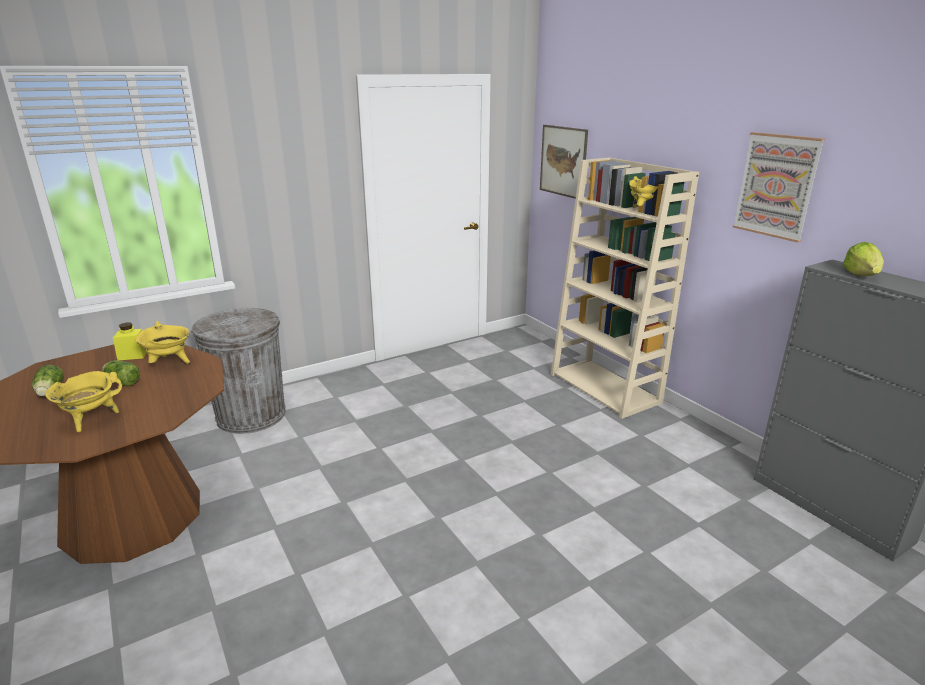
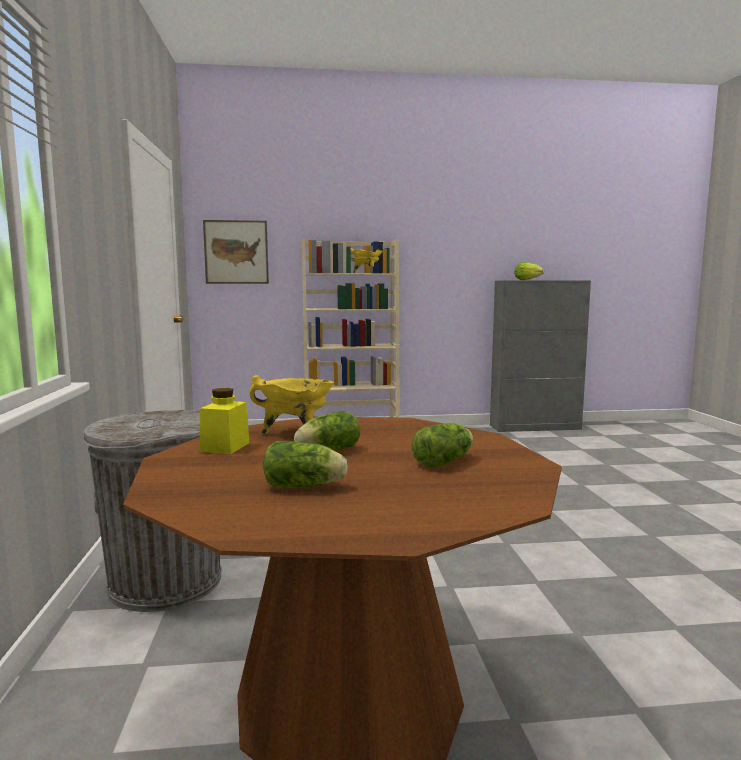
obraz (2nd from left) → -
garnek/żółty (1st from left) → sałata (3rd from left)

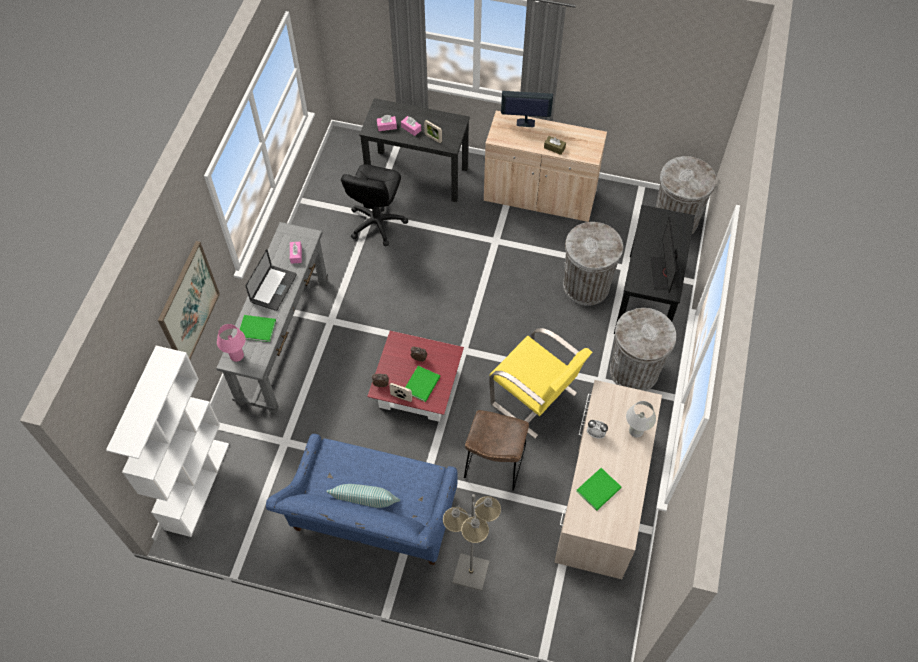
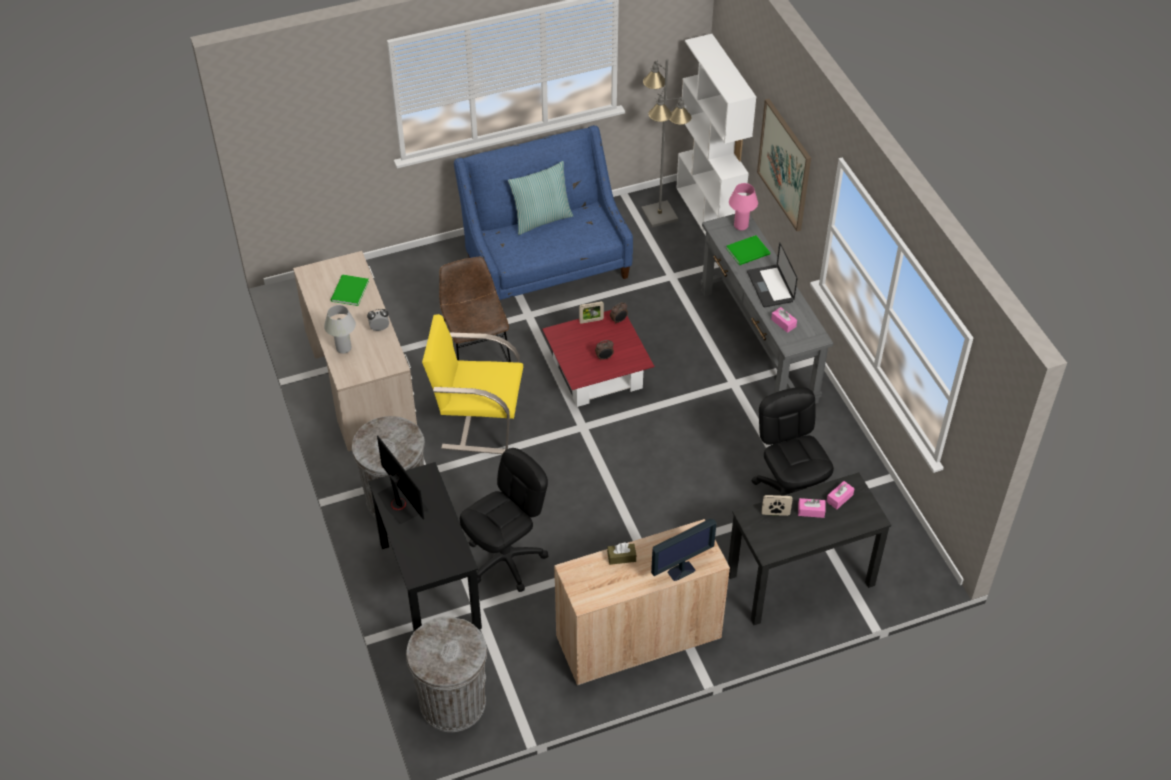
kosz na śmieci/szary (1st from left) → krzesło biurowe/czarny (1st from left)
książka/zielony (2nd from left) → -
lampa stojąca/szary, move

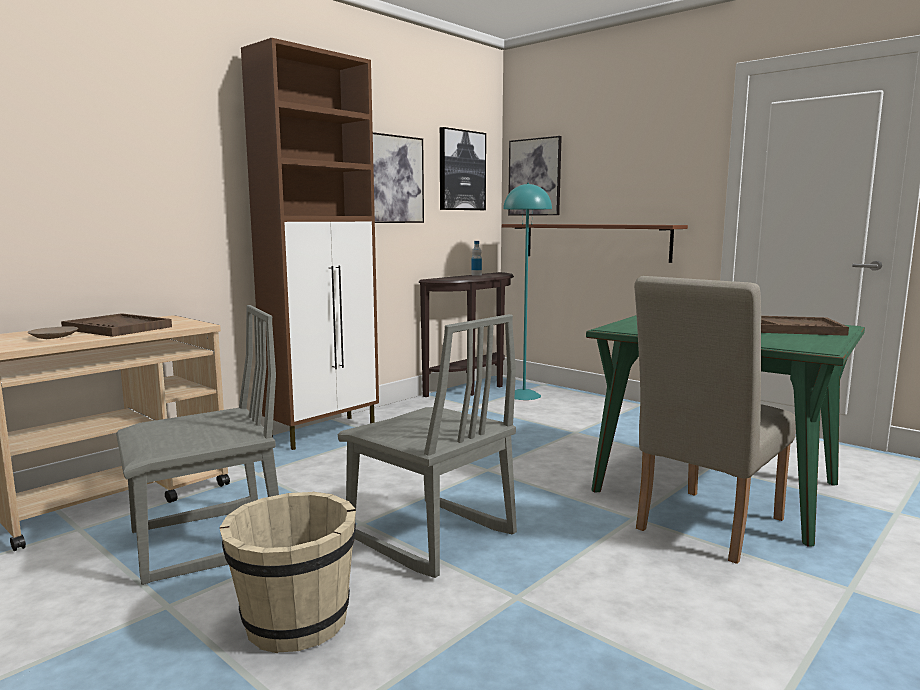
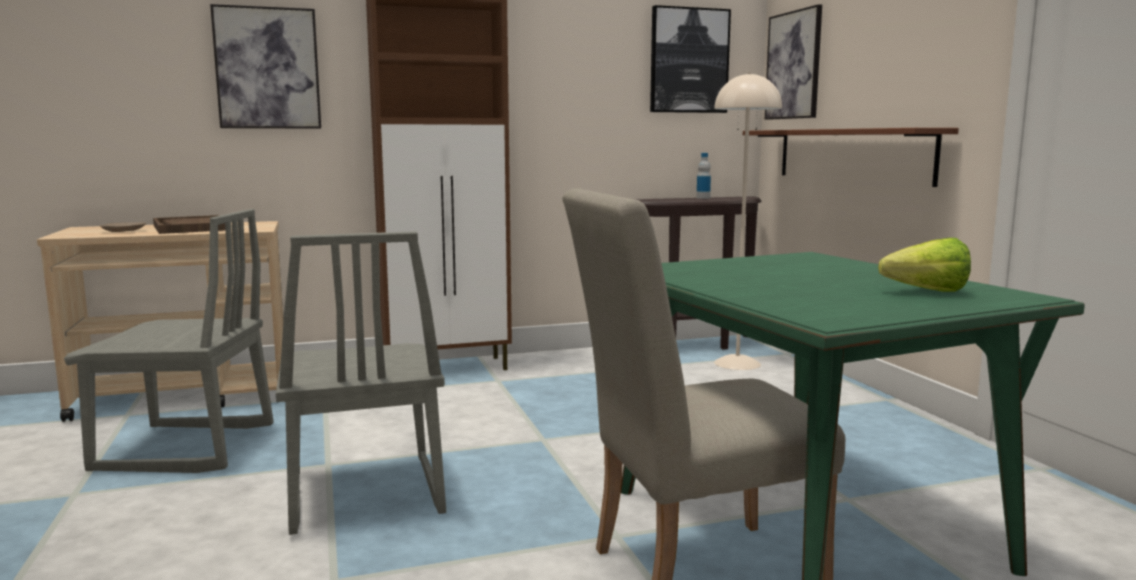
obraz (1st from left), move
lampa stojąca/turkusowy → lampa stojąca/beżowy
taca/brązowy (2nd from left) → sałata
wiadro/beżowy → -

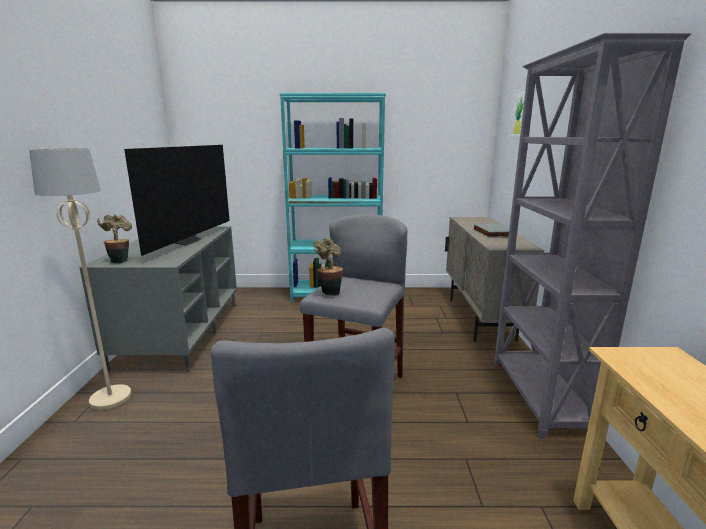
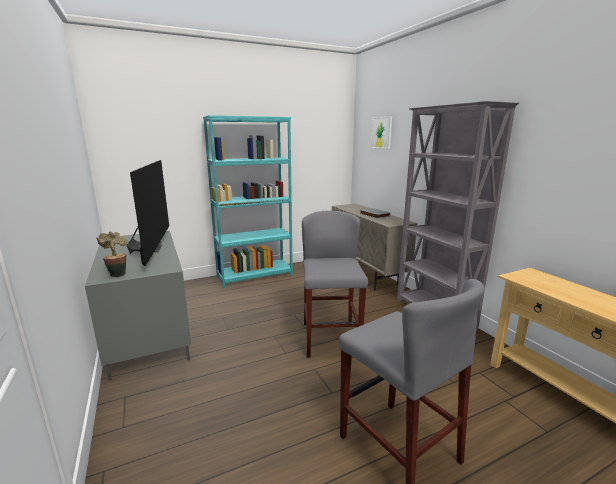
lampa stojąca/beżowy → -
roślina doniczkowa (2nd from left) → -

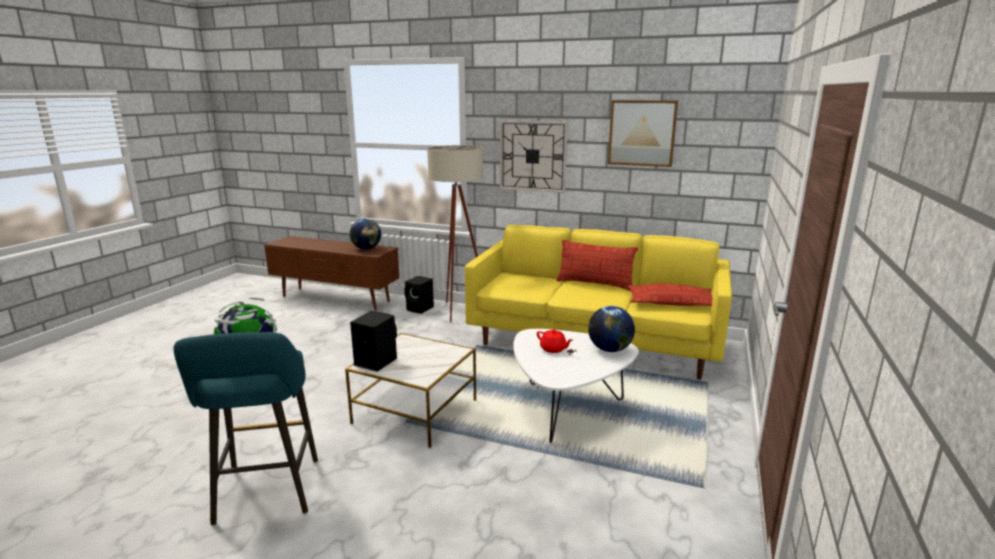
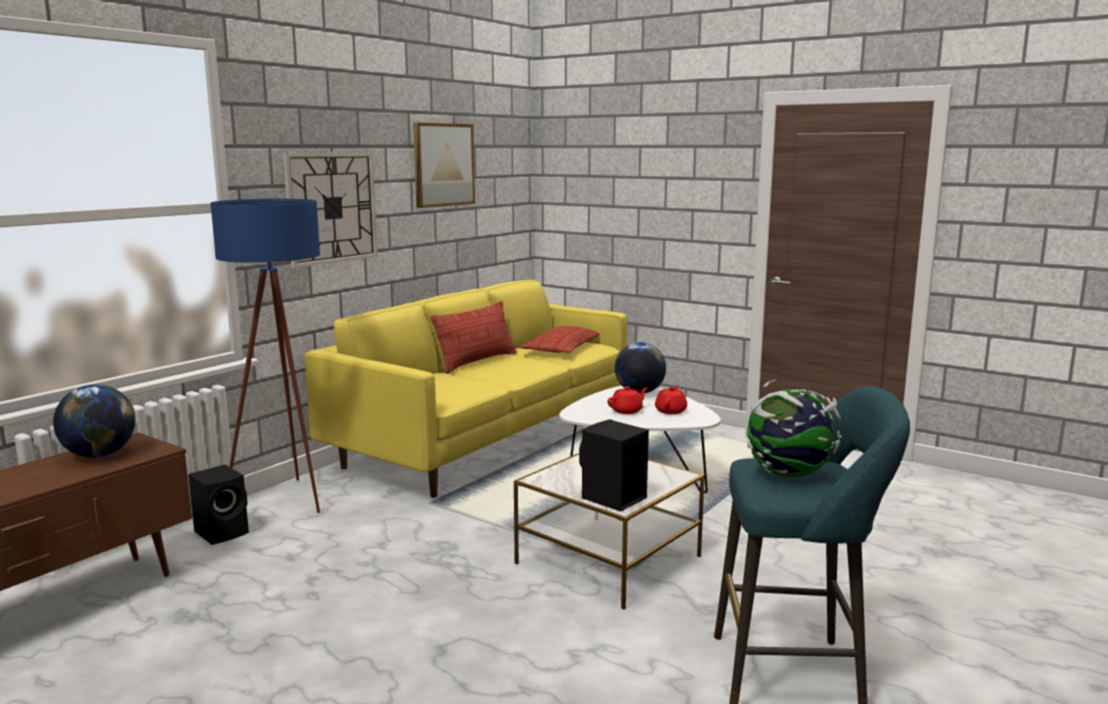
lampa stojąca/beżowy → lampa stojąca/niebieski
- → imbryk/czerwony (2nd from left)

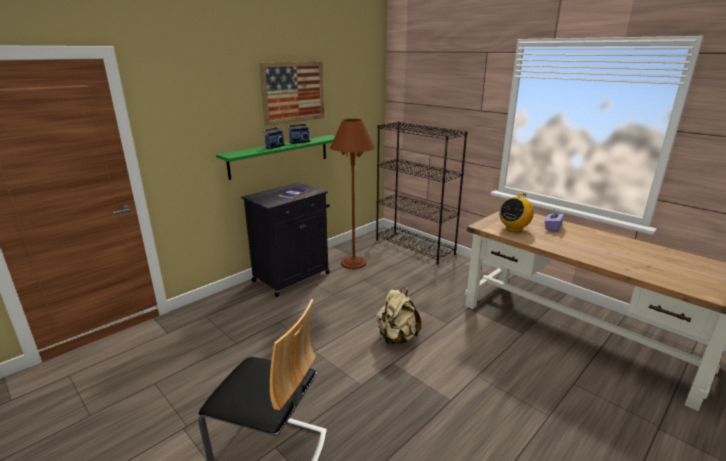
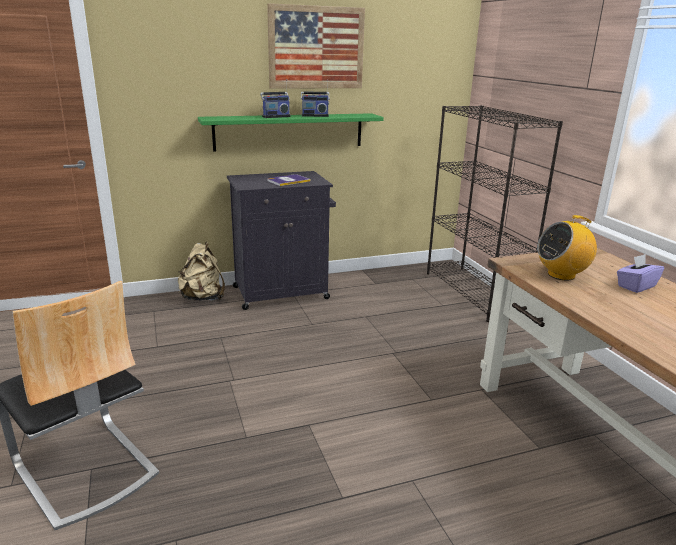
lampa stojąca/brązowy → -
plecak/beżowy, move

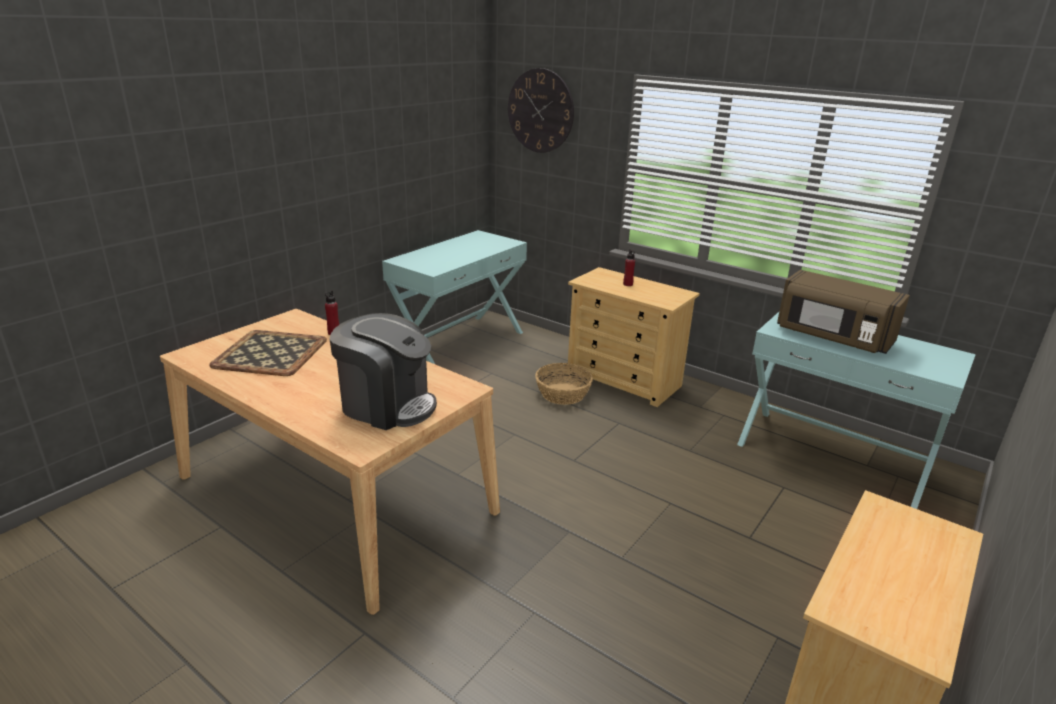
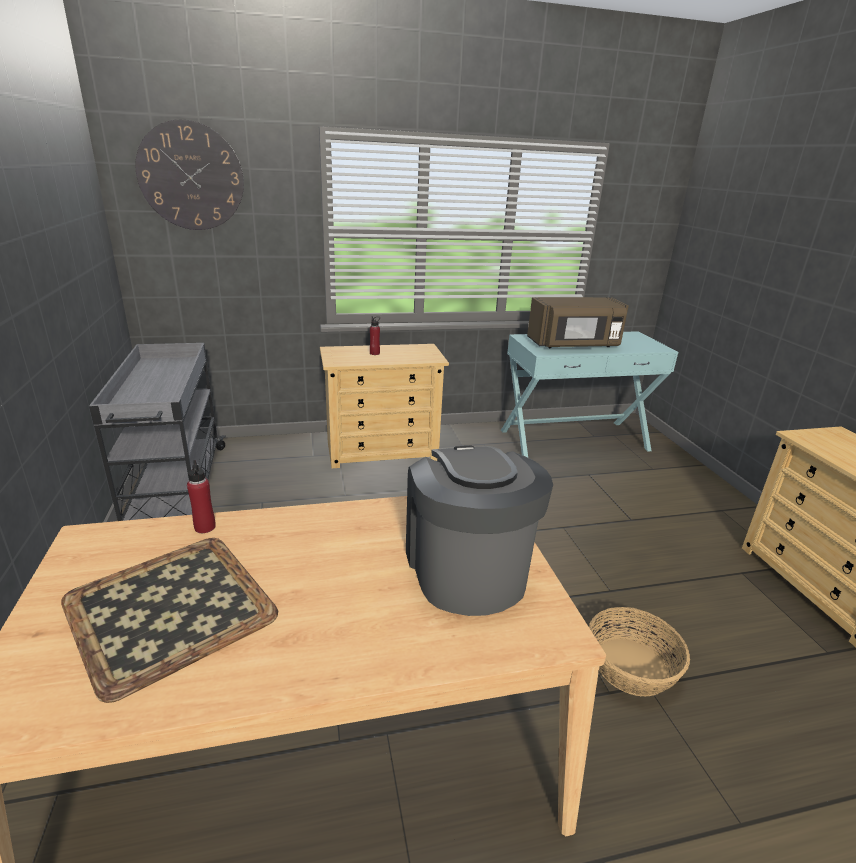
stolik konsolowy/turkusowy (1st from left) → wózek/szary
ekspres do kawy, 75 degrees counterclockwise
koszyk, move

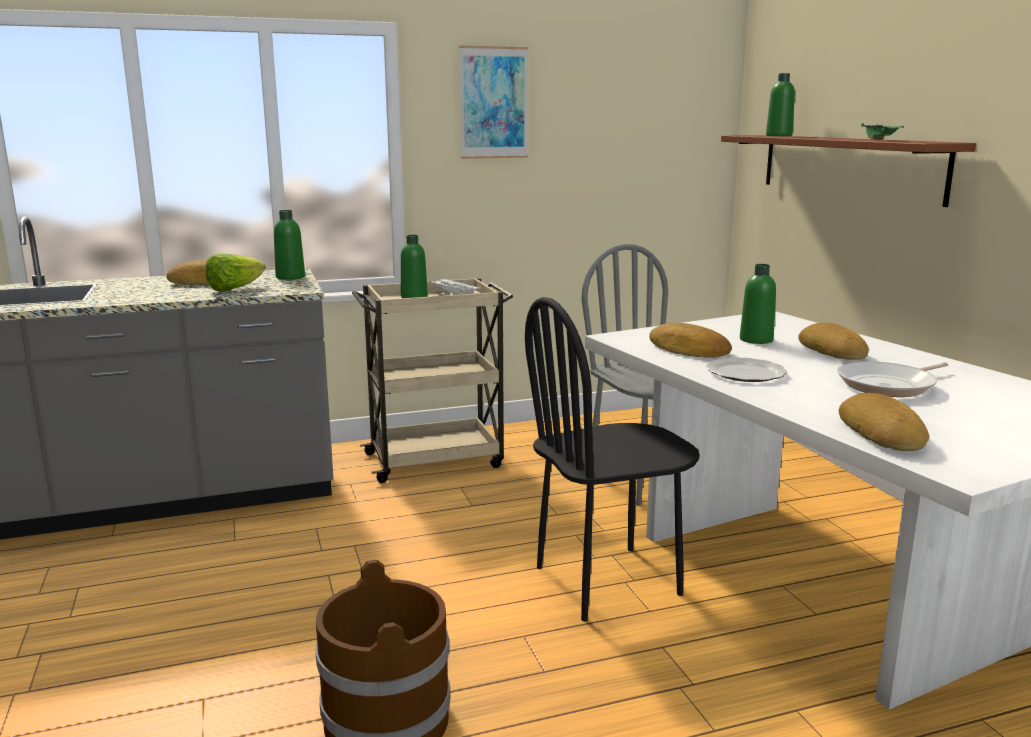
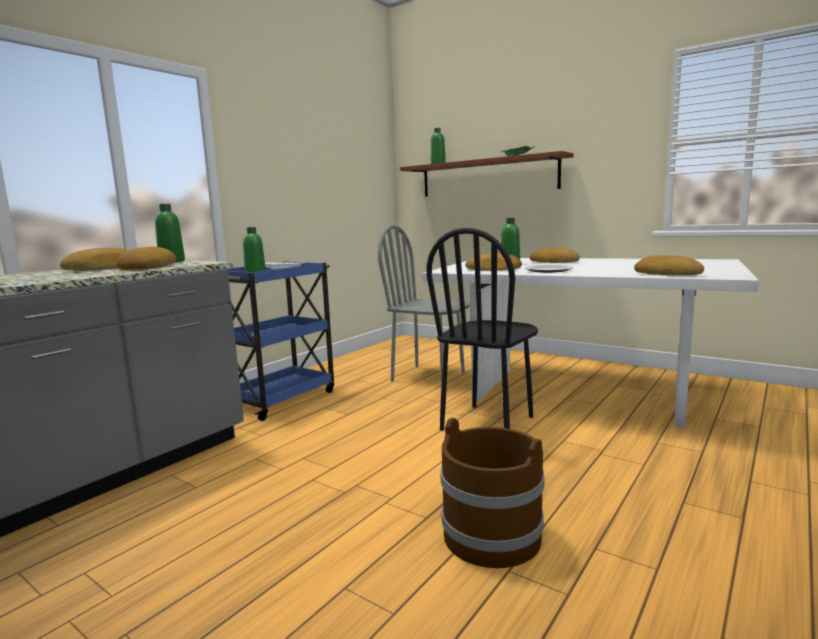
obraz → -
sałata → chleb (2nd from left)
wózek/beżowy → wózek/niebieski
patelnia → -

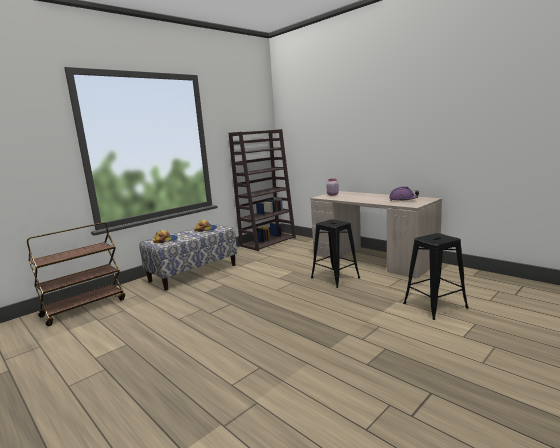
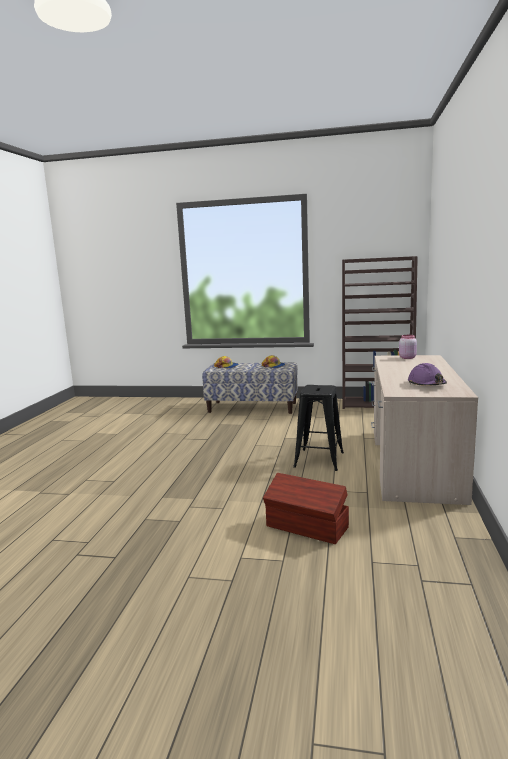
wózek/brązowy → -
stołek/czarny (2nd from left) → pojemnik do przechowywania/brązowy

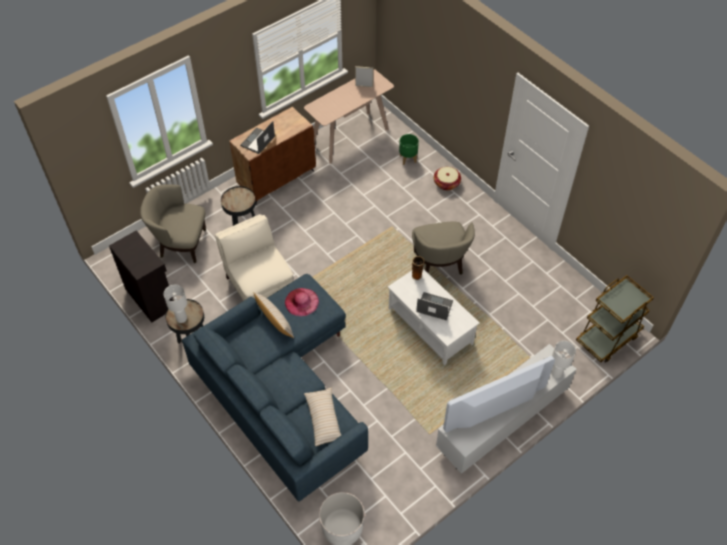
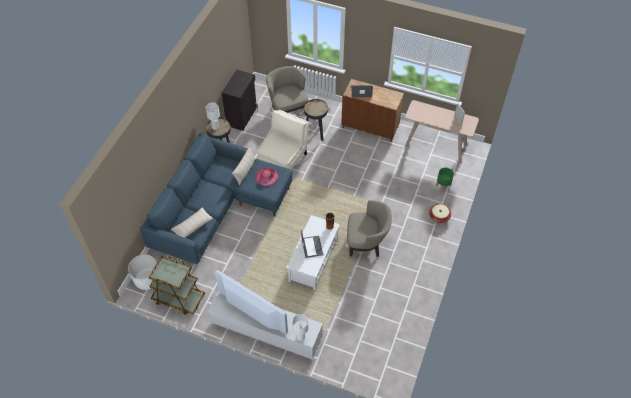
fotel/beżowy (3rd from left), 135 degrees counterclockwise
wózek/brązowy, move

